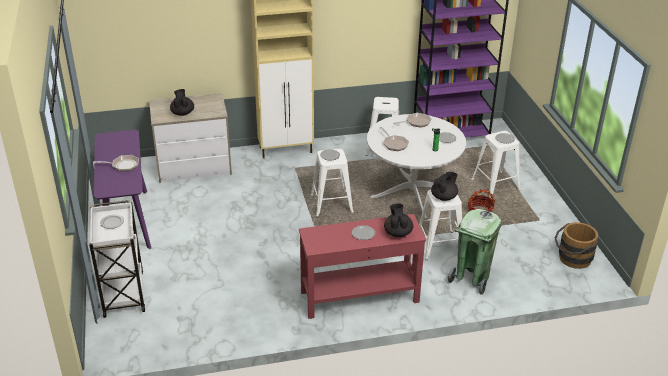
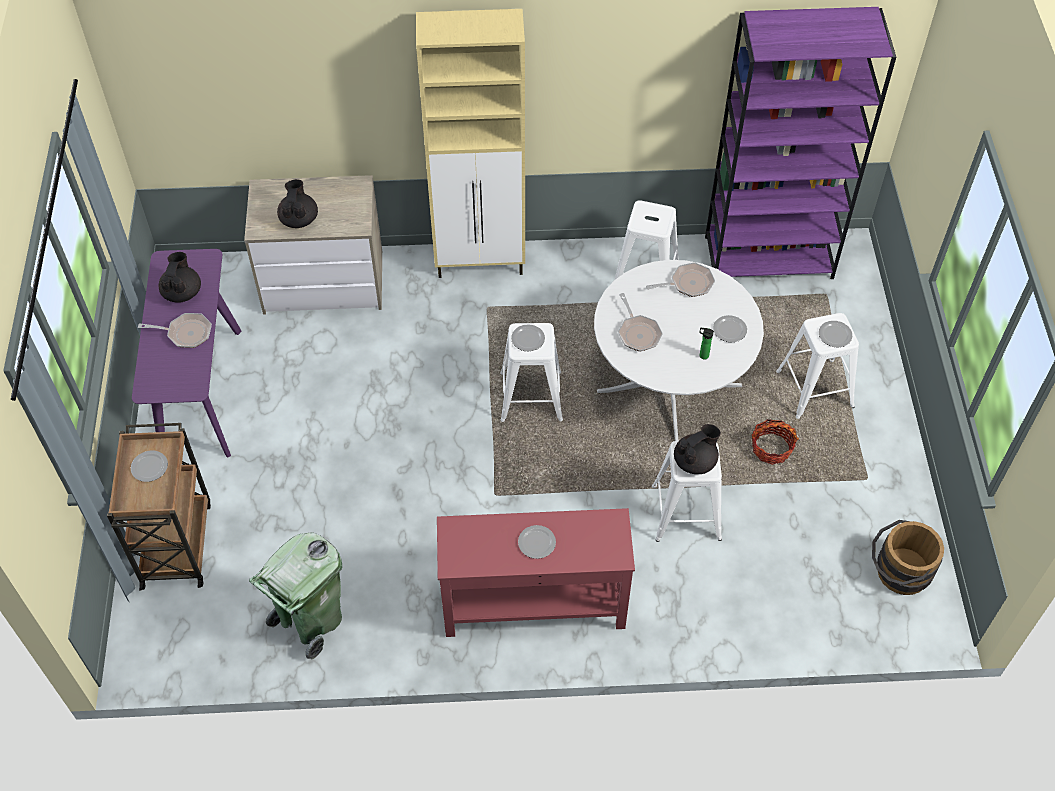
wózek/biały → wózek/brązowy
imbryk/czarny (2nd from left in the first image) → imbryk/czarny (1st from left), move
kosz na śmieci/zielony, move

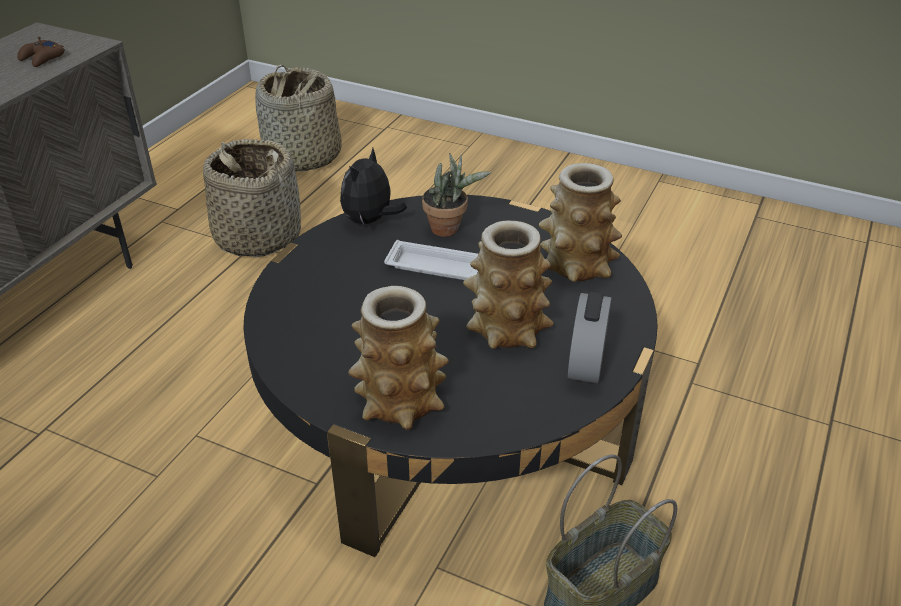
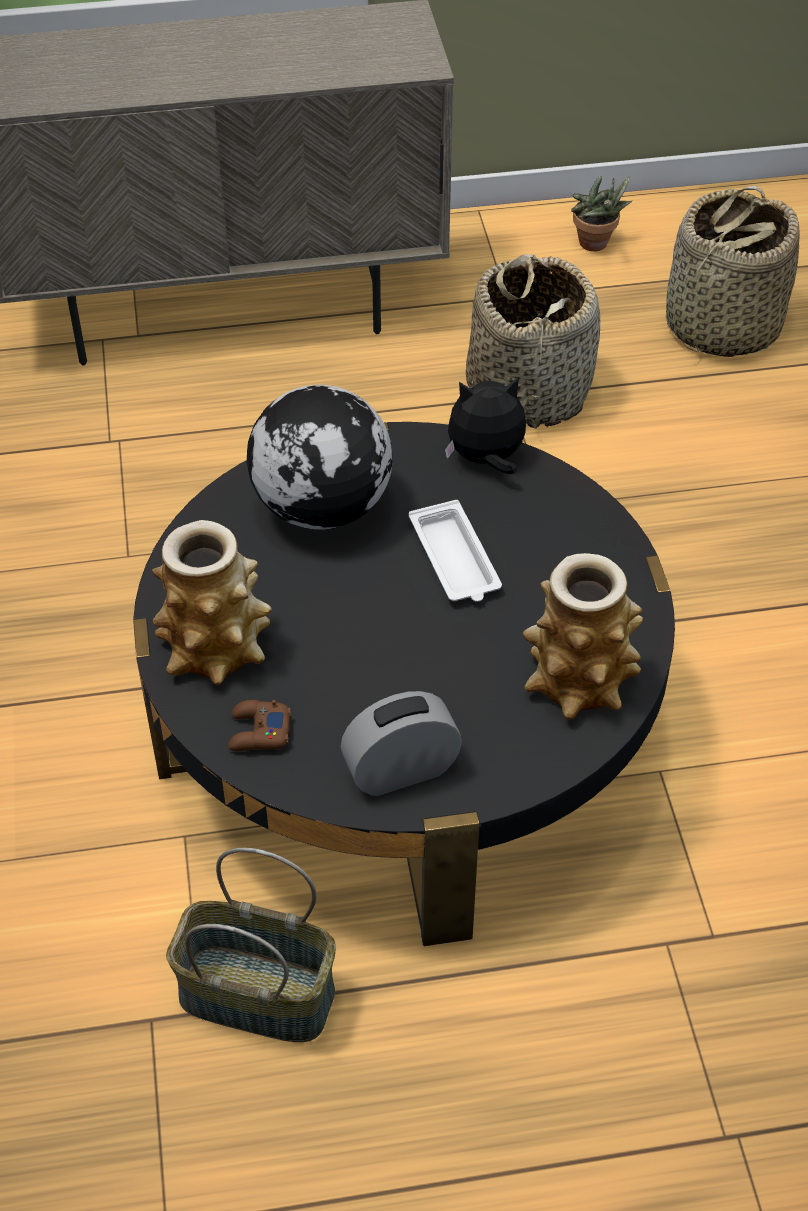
pad do gier/brązowy, move
roślina doniczkowa, move
wazon (2nd from left) → -
- → globus

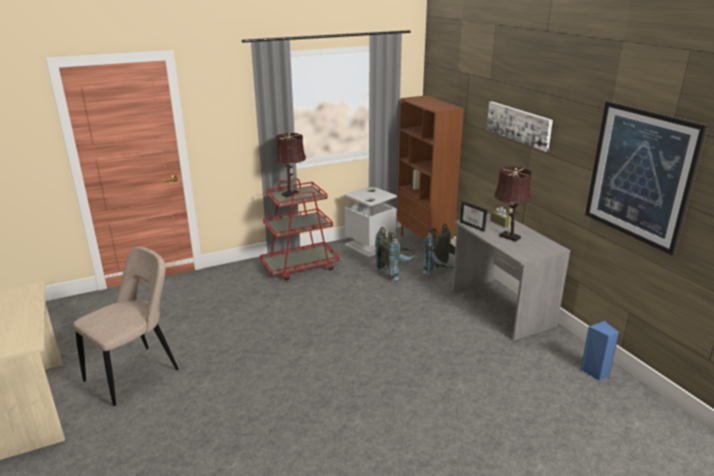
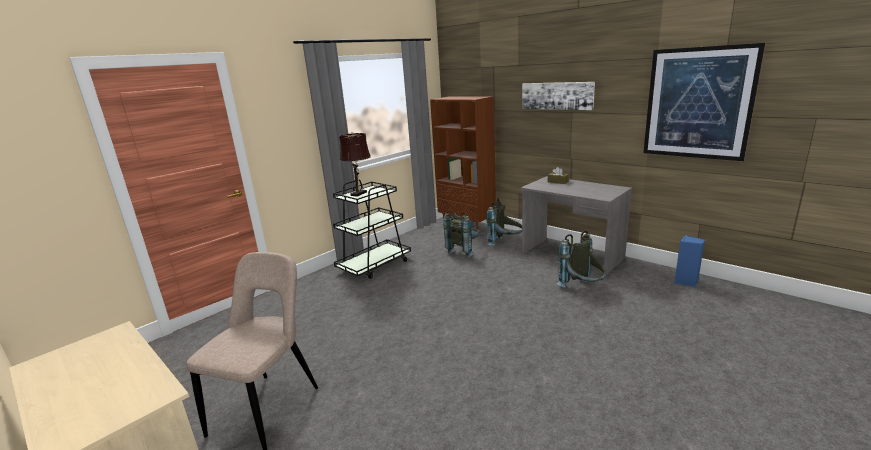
lampa stołowa/brązowy (2nd from left) → -
wózek/czerwony → wózek/czarny
kosz na śmieci/szary → -
ramka na zdjęcie → -
- → plecak/szary (3rd from left)

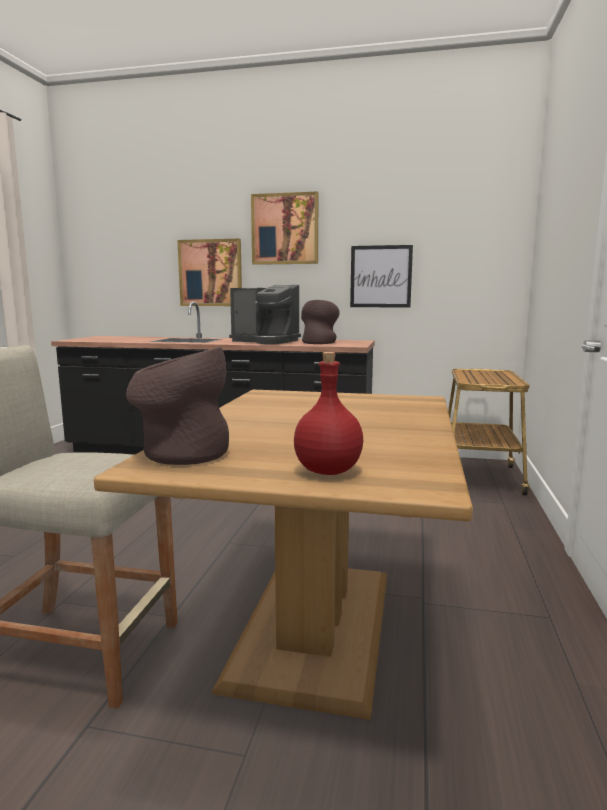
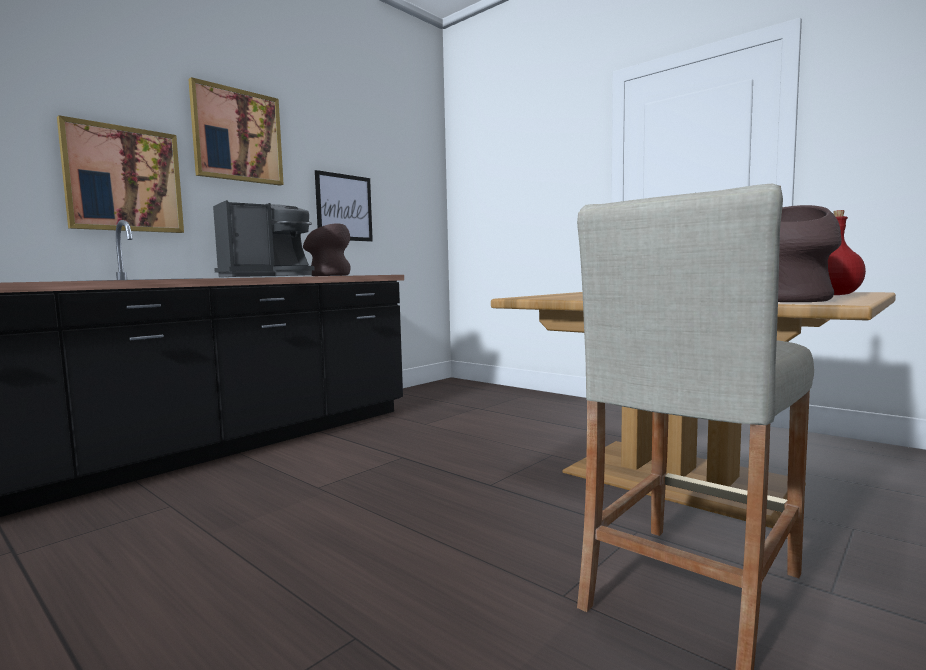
wózek → -

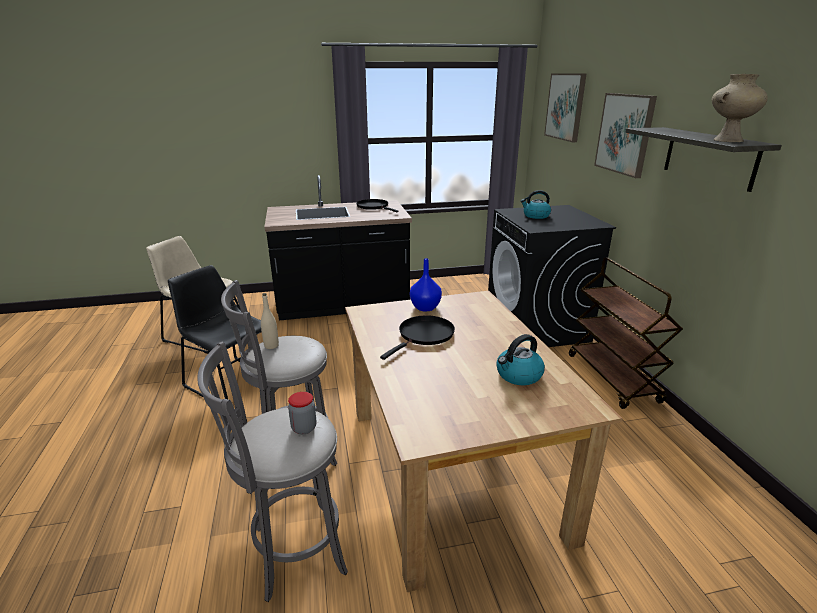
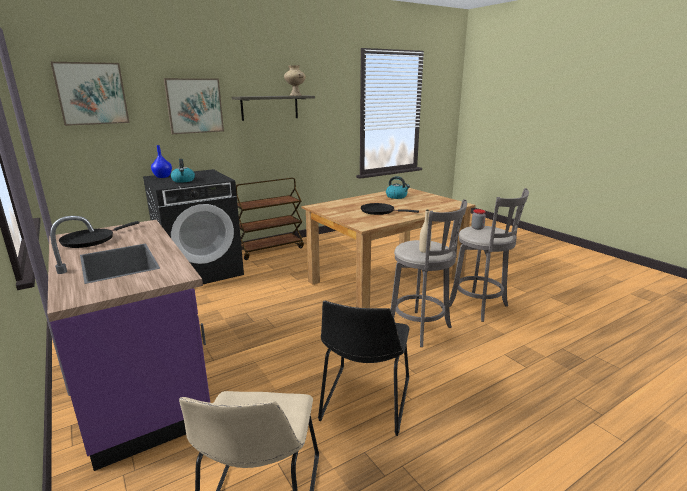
zabudowa kuchenna/czarny → zabudowa kuchenna/fioletowy
wazon/niebieski, move

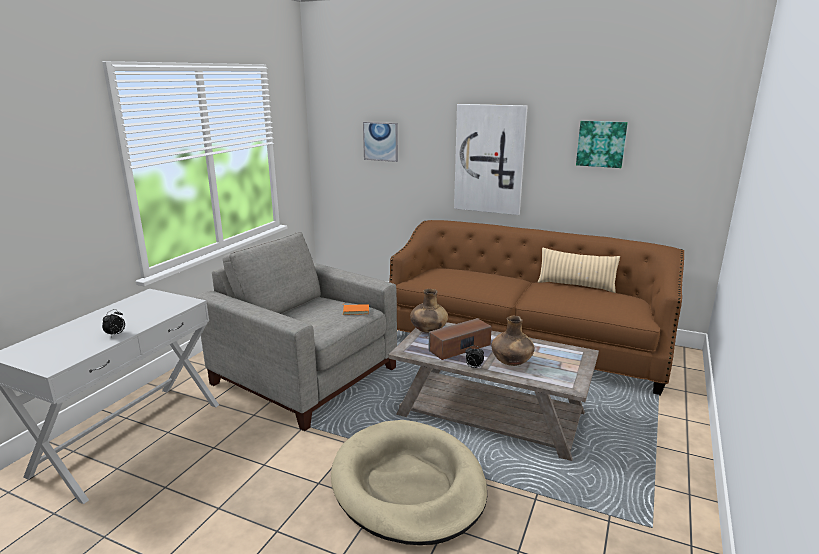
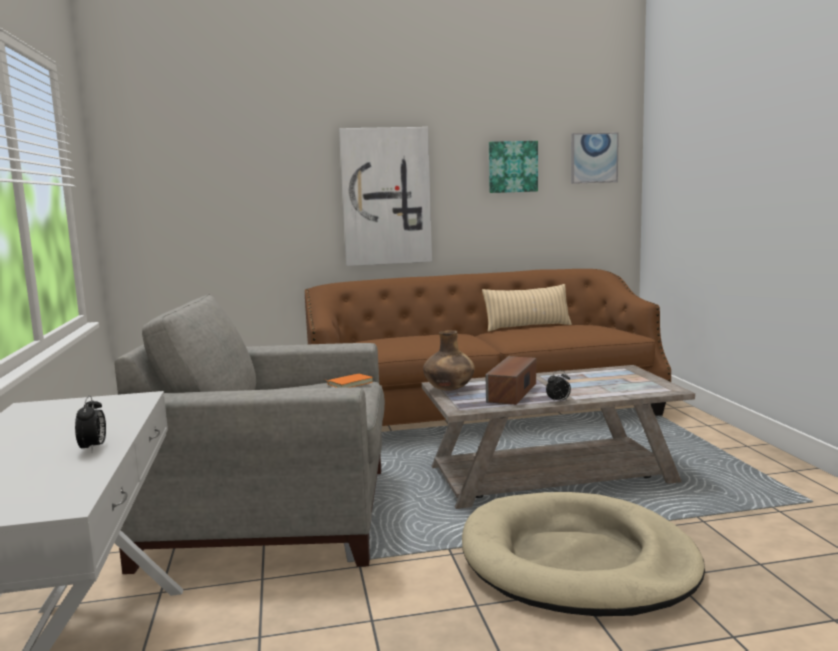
obraz (1st from left in the first image) → obraz (3rd from left), move
wazon/brązowy (2nd from left) → -

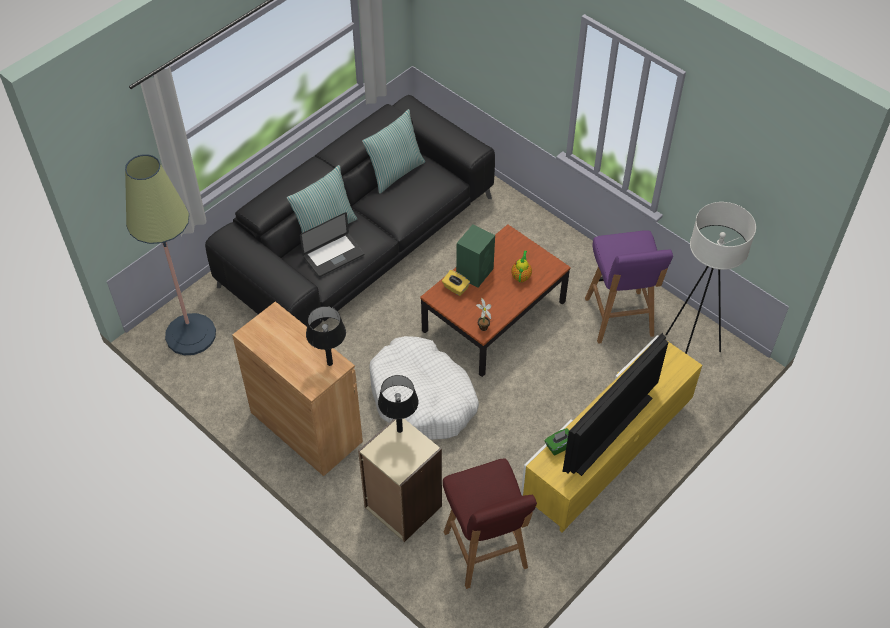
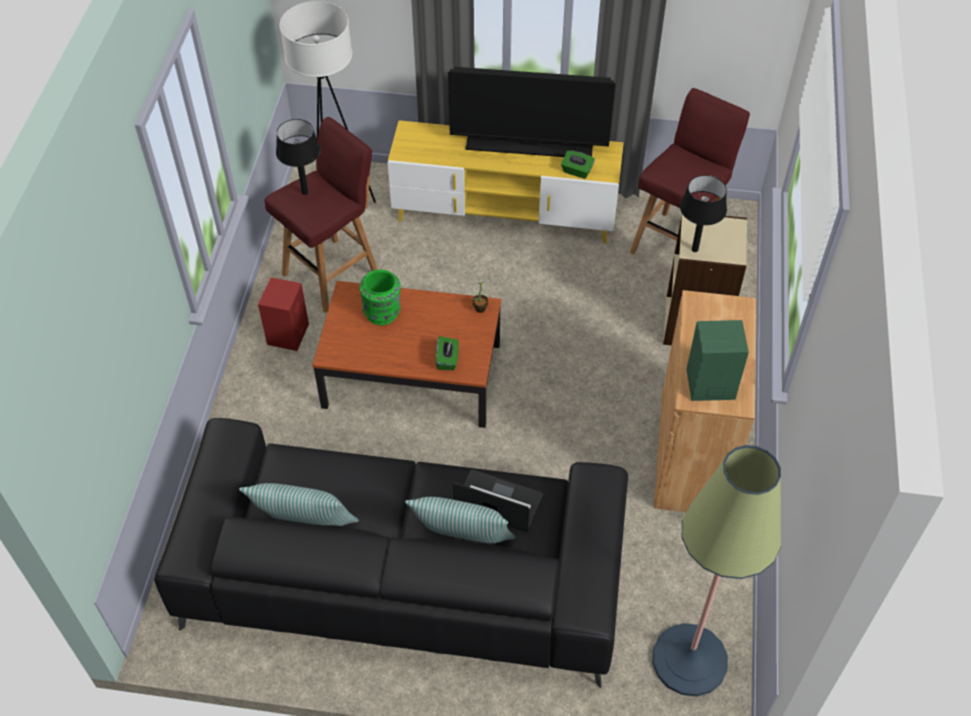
głośnik/zielony, move
stołek/fioletowy → stołek/czerwony (1st from left)
imbryk → wazon/zielony
pudełko chusteczek/żółty → pudełko chusteczek/zielony (1st from left)
lampa stołowa/czarny (1st from left), move
legowisko/biały → -
- → głośnik/czerwony

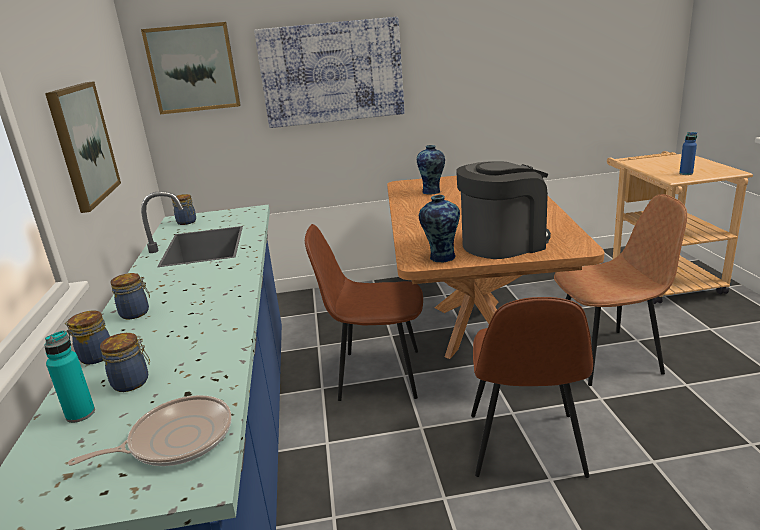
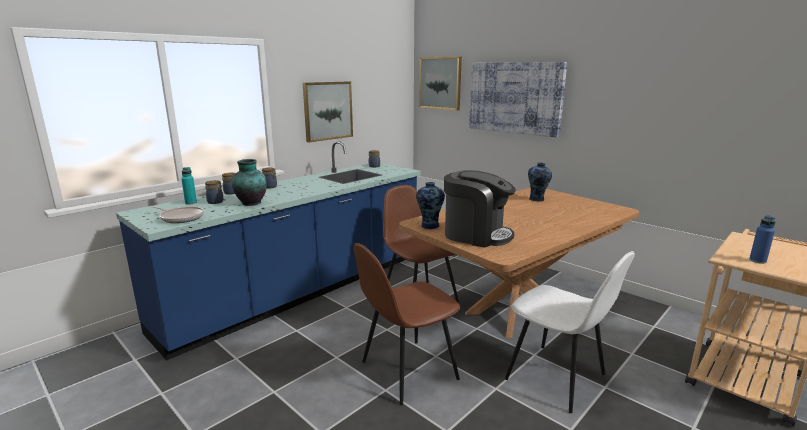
krzesło/brązowy (3rd from left) → krzesło/biały
- → wazon (1st from left)

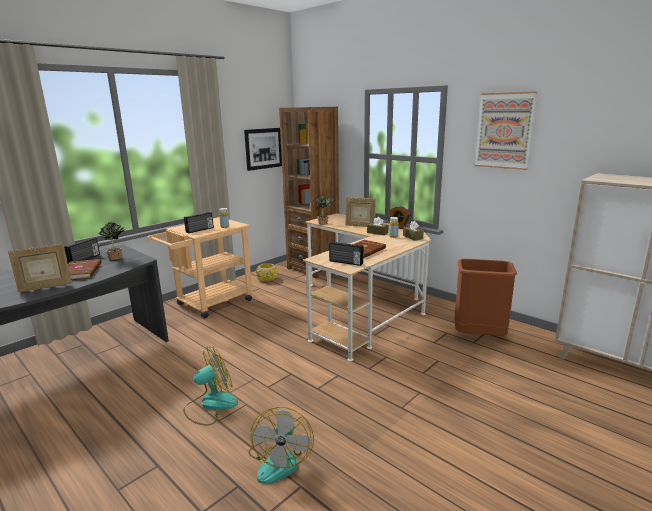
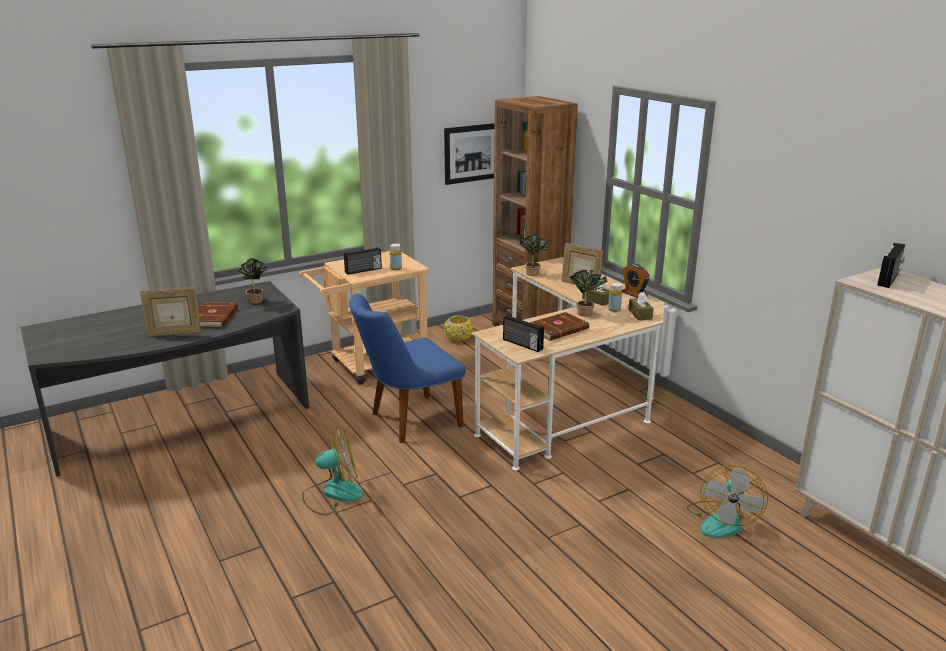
obraz (2nd from left) → -
radio (1st from left in the first image) → radio (3rd from left), move
kosz na śmieci/brązowy → -
wentylator (2nd from left), move
- → roślina doniczkowa (3rd from left)
- → krzesło/niebieski

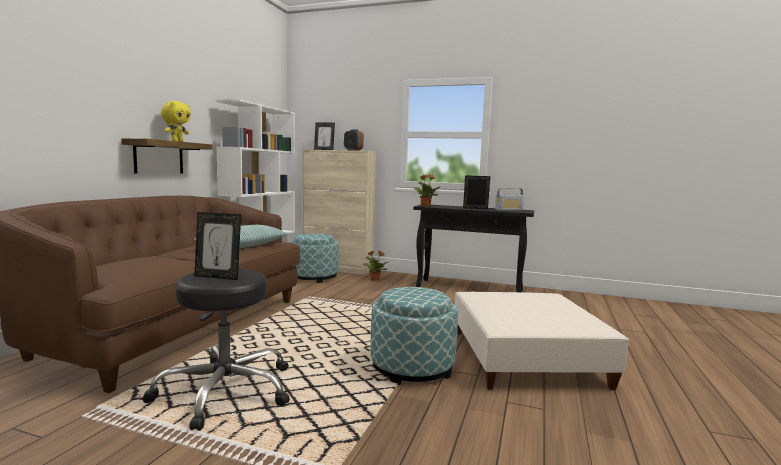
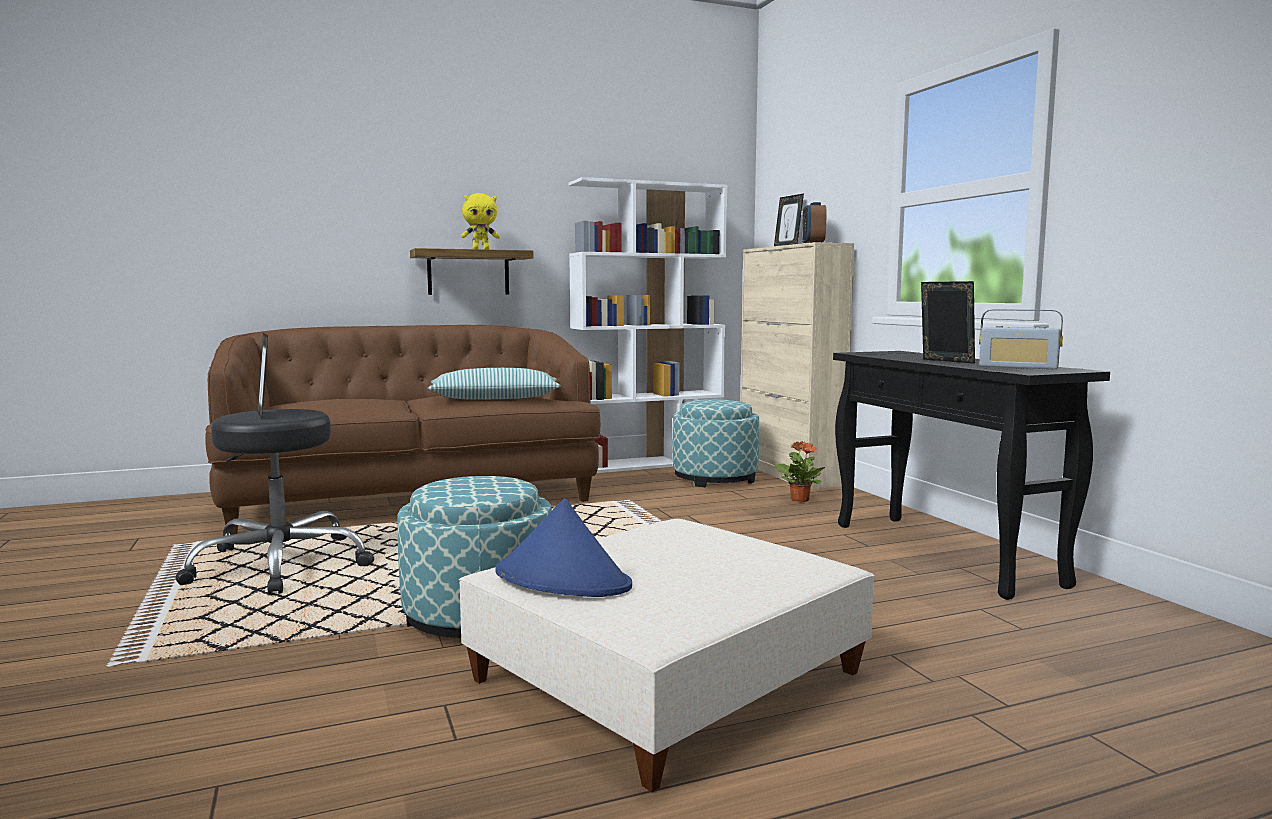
roślina doniczkowa (2nd from left) → -
- → kapelusz/niebieski

